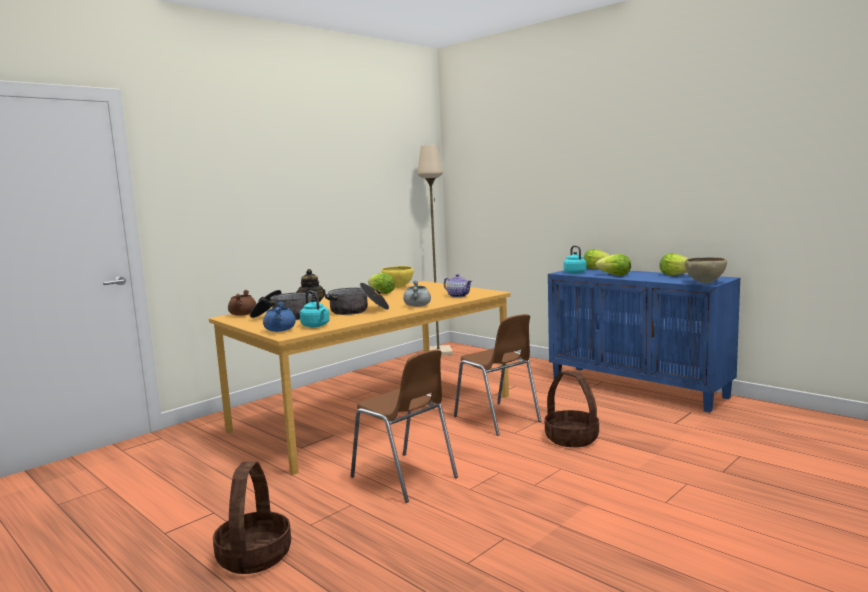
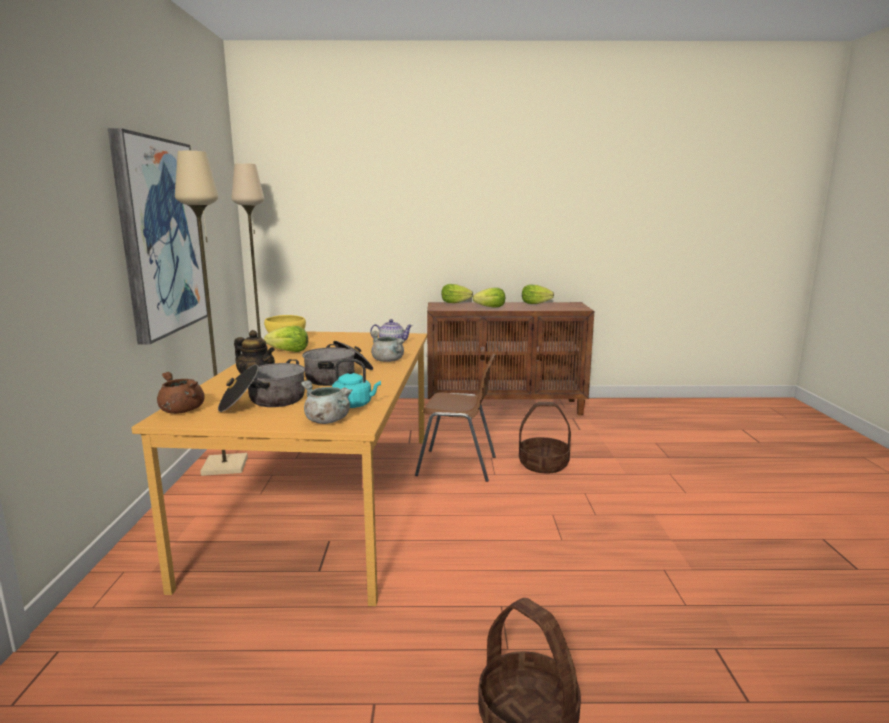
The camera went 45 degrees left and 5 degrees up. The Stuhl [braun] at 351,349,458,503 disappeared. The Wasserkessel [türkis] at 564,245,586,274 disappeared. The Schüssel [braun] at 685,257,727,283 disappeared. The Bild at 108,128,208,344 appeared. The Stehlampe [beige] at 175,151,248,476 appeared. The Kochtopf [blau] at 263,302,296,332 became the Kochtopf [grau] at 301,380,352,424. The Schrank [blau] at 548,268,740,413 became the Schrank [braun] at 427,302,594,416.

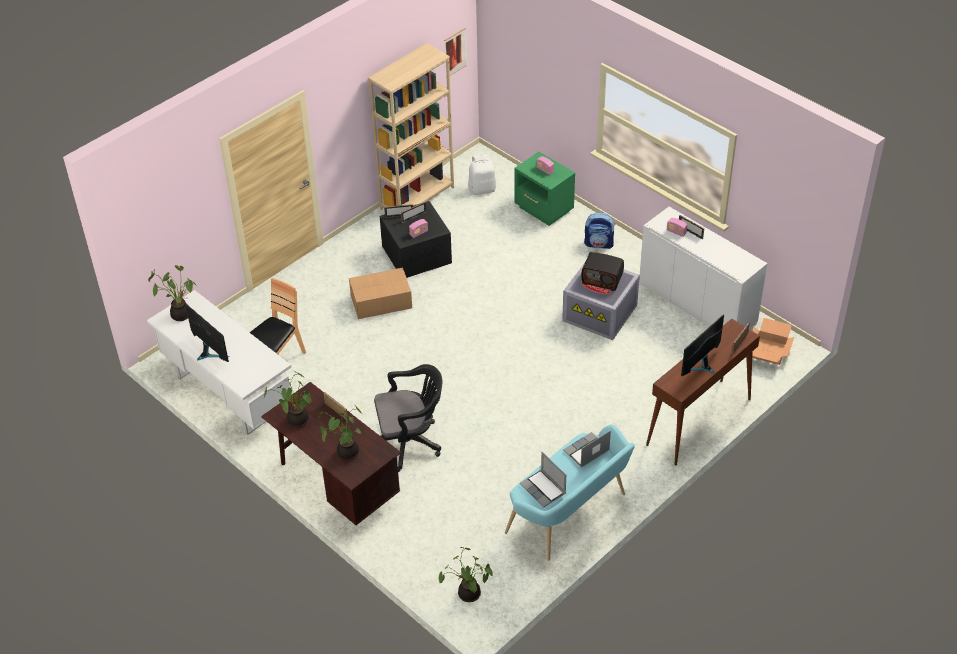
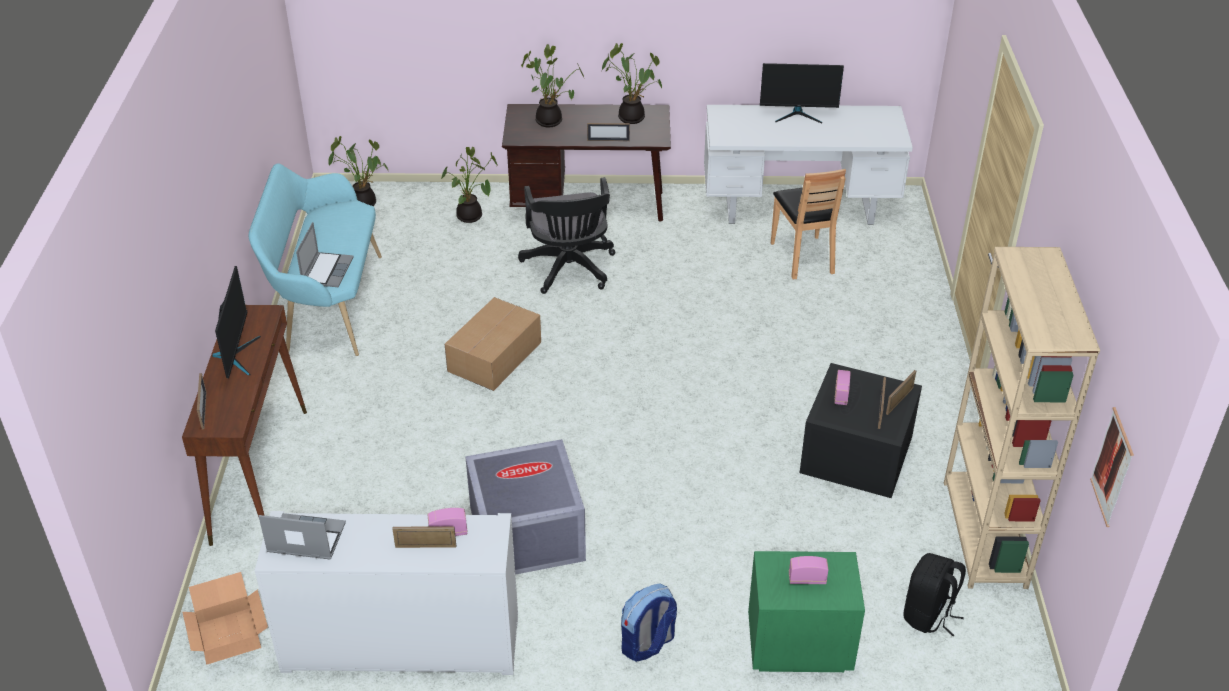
The camera went 135 degrees right and 5 degrees down. The Radio at 581,252,624,291 disappeared. The Topfpflanze moved from 148,265,197,321 to 441,147,498,223. The Karton moved from 349,268,412,319 to 445,297,541,391. The Laptop moved from 520,452,566,508 to 258,513,346,560. The Rucksack [weiß] at 468,154,496,195 became the Rucksack [schwarz] at 903,553,966,636. The Bürostuhl [schwarz] at 374,364,442,472 turned 45 degrees counterclockwise.

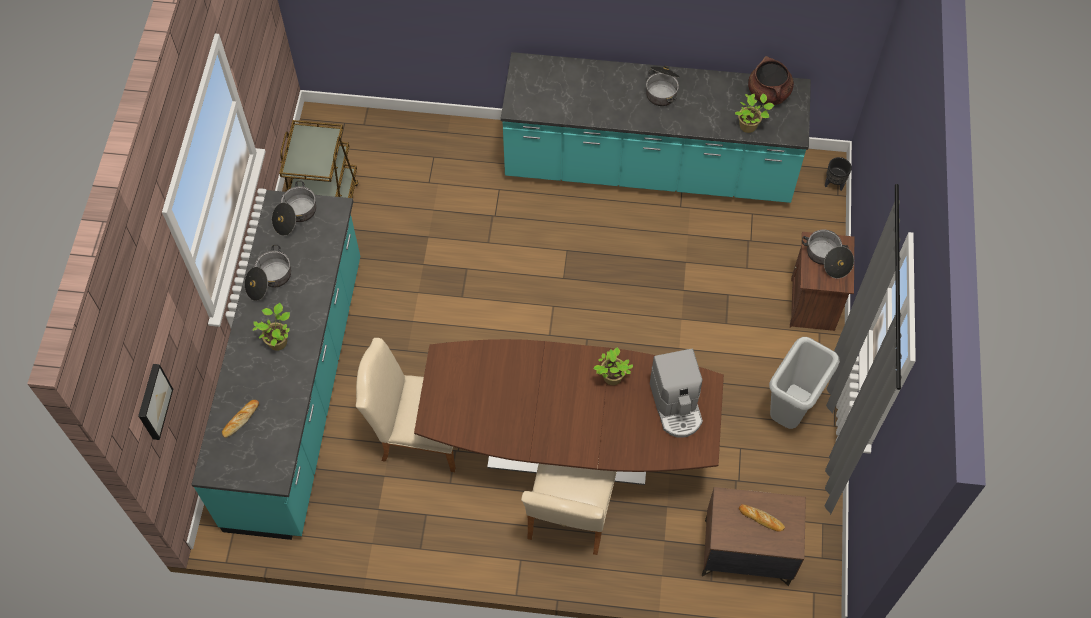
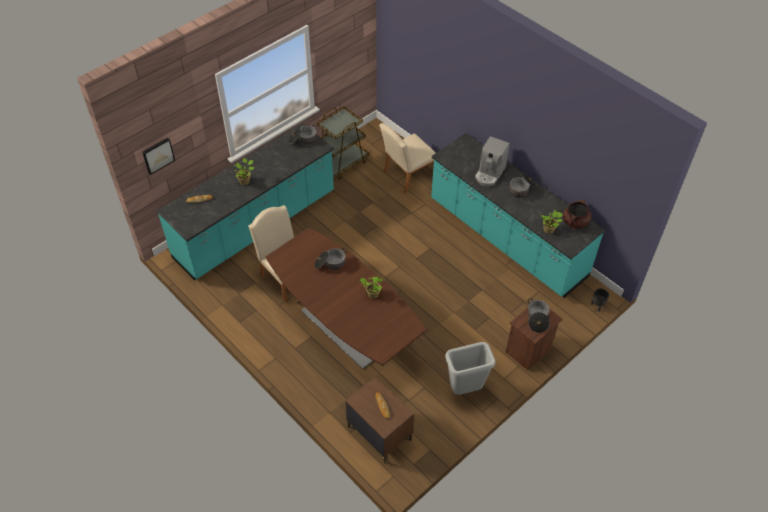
The camera went 40 degrees right and 10 degrees down. The Kochtopf moved from 244,245,291,301 to 315,247,347,270. The Stuhl [beige] moved from 521,459,617,555 to 379,123,436,193. The Kaffeemaschine moved from 650,348,703,438 to 475,136,510,186.

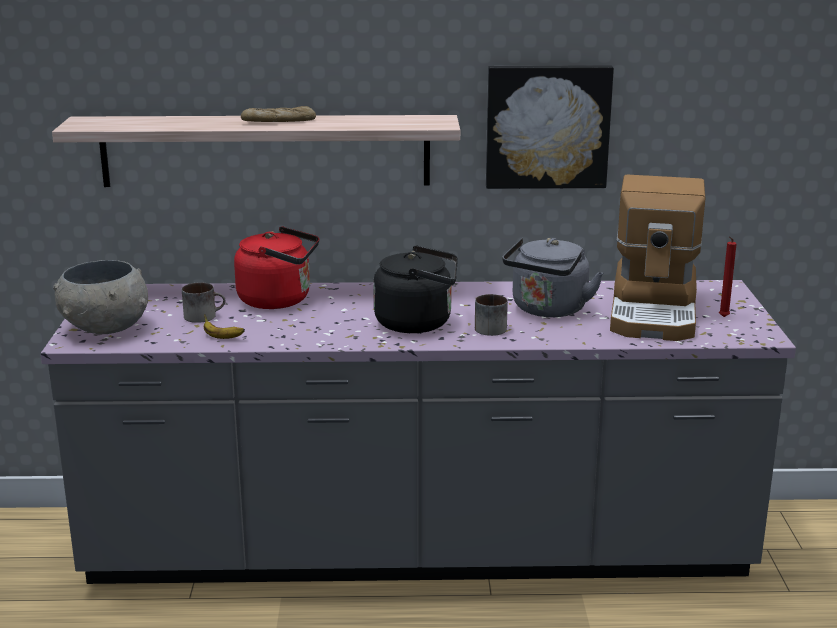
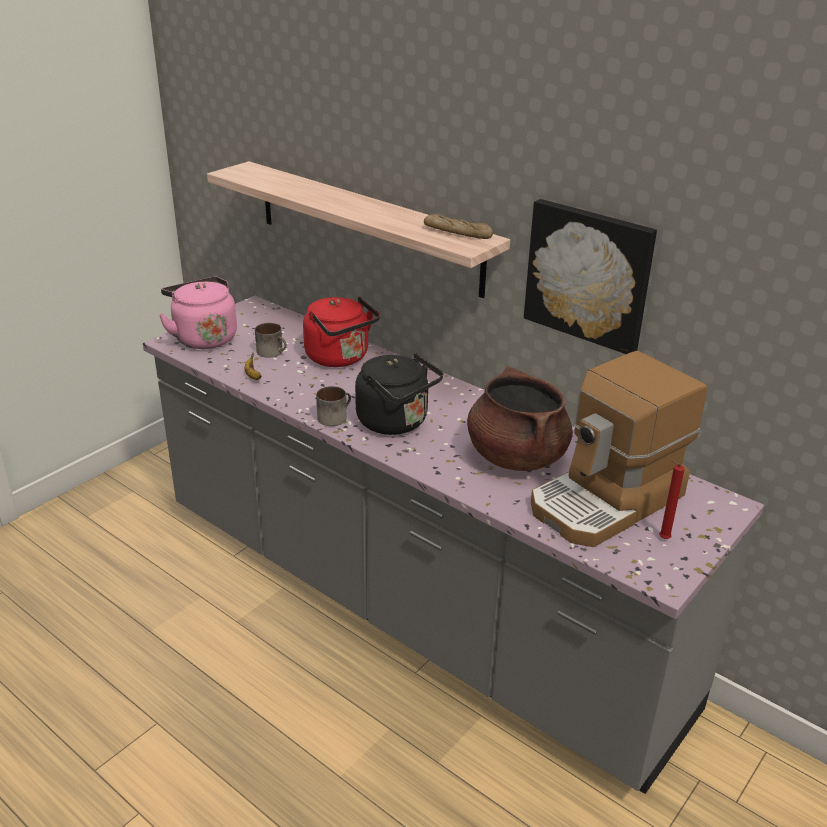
The camera went 40 degrees right and 10 degrees up. The Brot moved from 241,106,316,122 to 424,214,493,239. The Henkelbecher moved from 475,294,508,336 to 316,386,351,426. The Schüssel [grau] at 53,260,148,334 was replaced by the Wasserkessel [rosa] at 158,277,237,349. The Wasserkessel [grau] at 502,238,603,317 was replaced by the Kochtopf [braun] at 467,366,573,471.

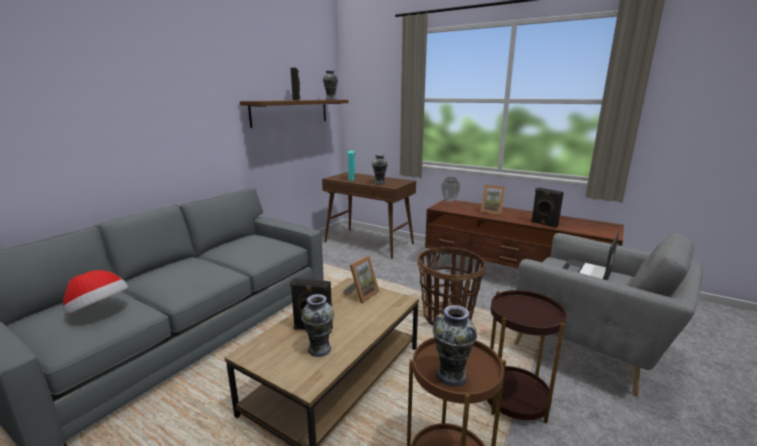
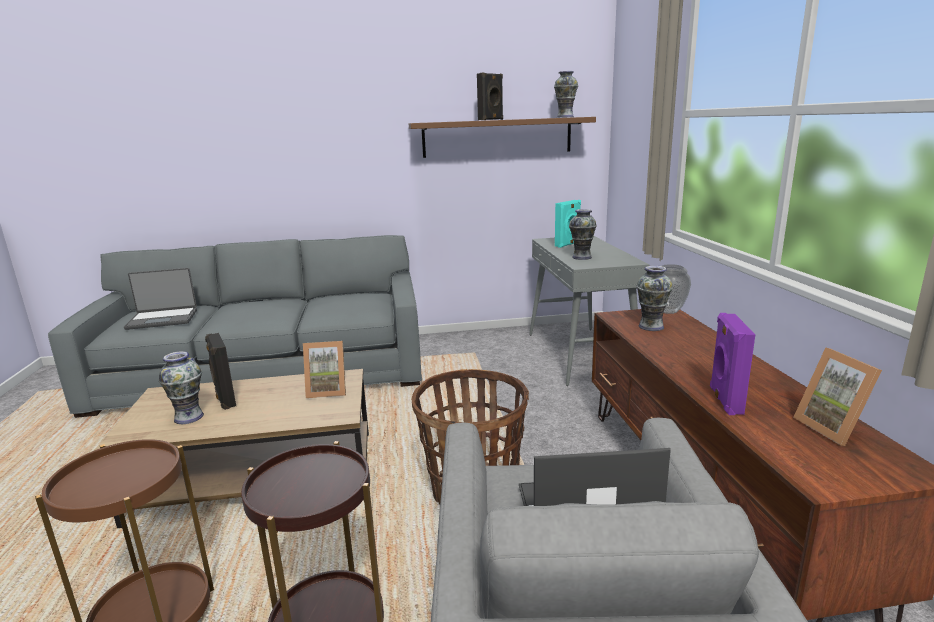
The camera went 50 degrees right and 0 degrees up. The Vase moved from 433,305,477,387 to 637,265,673,331. The Bilderrahmen moved from 481,185,505,215 to 793,347,882,446. The Hut at 63,270,129,315 was replaced by the Laptop at 124,268,197,330. The Konsolentisch [braun] at 322,172,416,259 became the Konsolentisch [grau] at 529,236,649,386. The Lautsprecher [schwarz] at 531,188,564,228 became the Lautsprecher [lila] at 710,313,755,415.

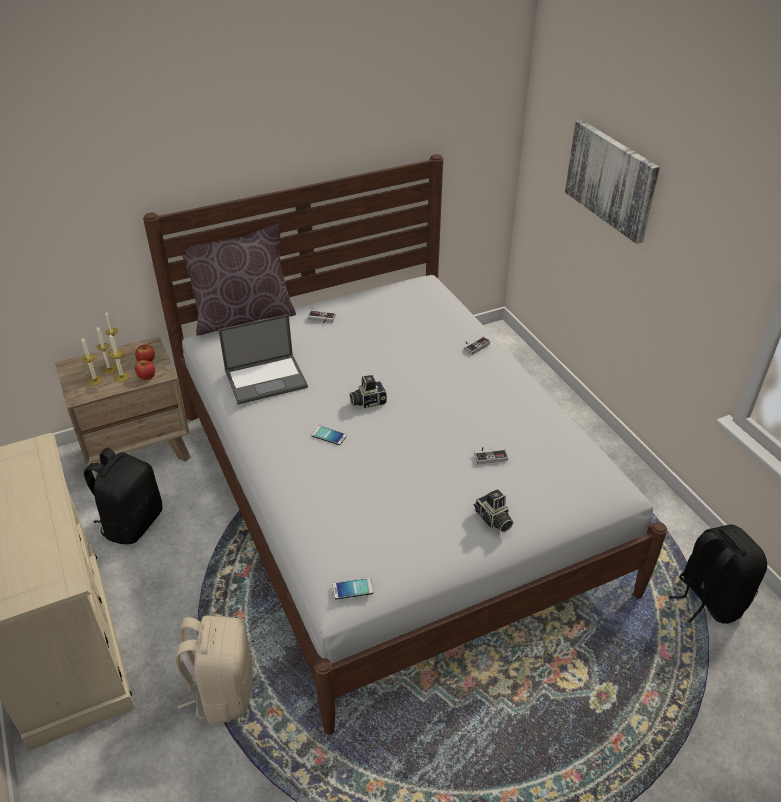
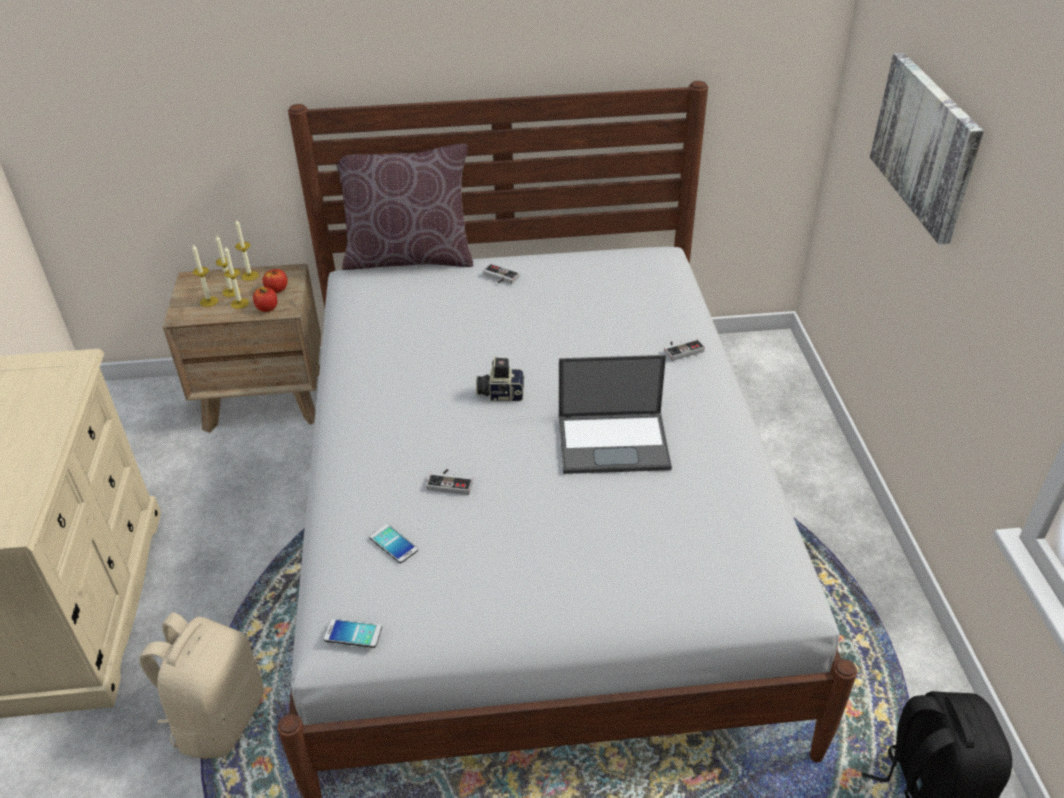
The camera went 20 degrees right and 0 degrees up. The Rucksack [schwarz] at 84,448,162,544 disappeared. The Kamera at 474,489,513,532 disappeared. The Laptop moved from 218,314,308,405 to 559,355,672,474. The Handy moved from 312,426,347,445 to 369,524,418,563. The Gamepad moved from 474,447,508,464 to 426,469,473,495.

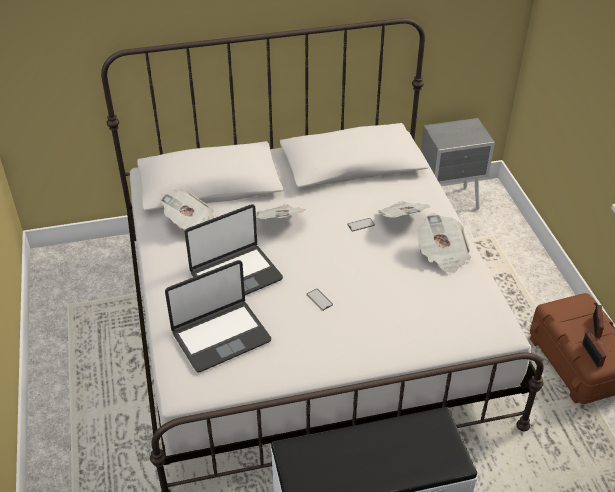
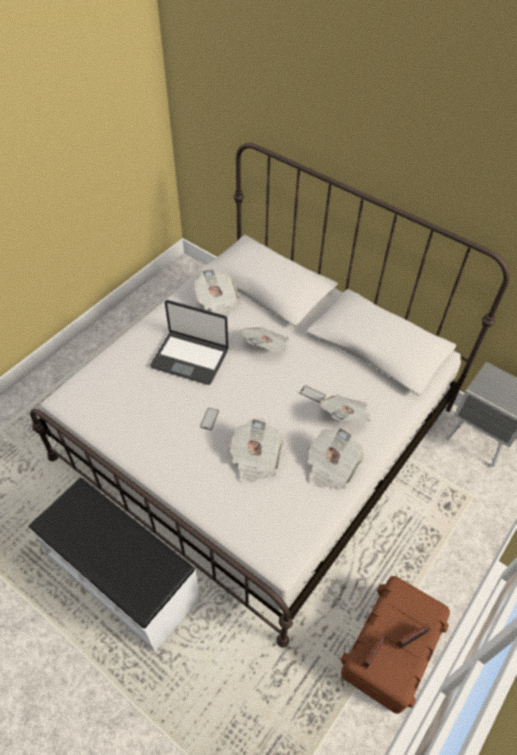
The camera went 50 degrees right and 10 degrees up. The Laptop at 165,260,271,372 disappeared. The Zeitung at 229,418,284,483 appeared.

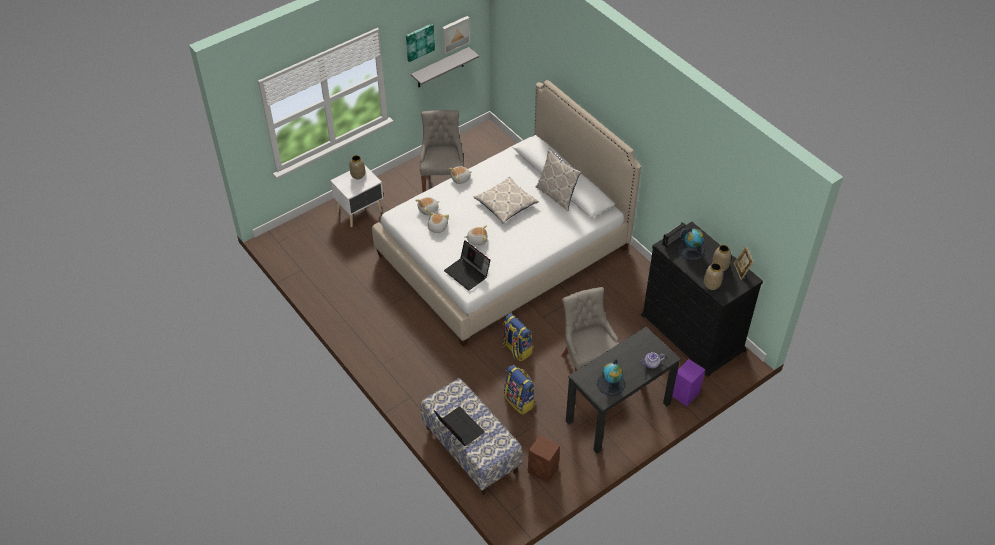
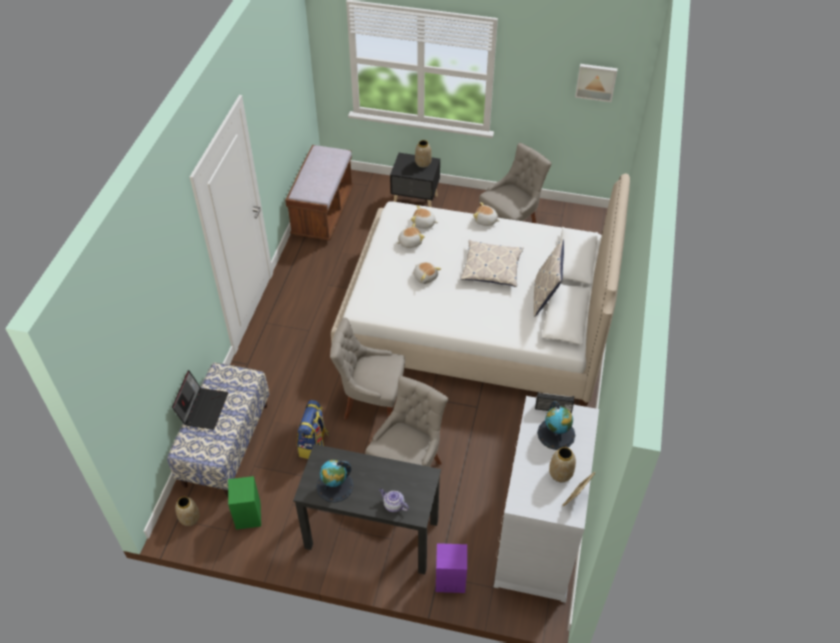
The camera went 50 degrees right and 0 degrees up. The Bild at 406,24,435,62 disappeared. The Wandregal [grau] at 411,47,479,87 disappeared. The Laptop at 444,240,490,291 disappeared. The Bank [braun] at 285,145,354,241 appeared. The Vase moved from 704,263,723,290 to 175,497,200,526. The Rucksack at 502,313,533,361 was replaced by the Stuhl [grau] at 330,318,405,420. The Nachttisch [weiß] at 330,164,383,227 became the Nachttisch [schwarz] at 390,153,440,207. The Lautsprecher [braun] at 528,435,560,483 became the Lautsprecher [grün] at 228,476,261,530. The Kommode [schwarz] at 641,222,763,377 became the Kommode [weiß] at 494,396,599,603.

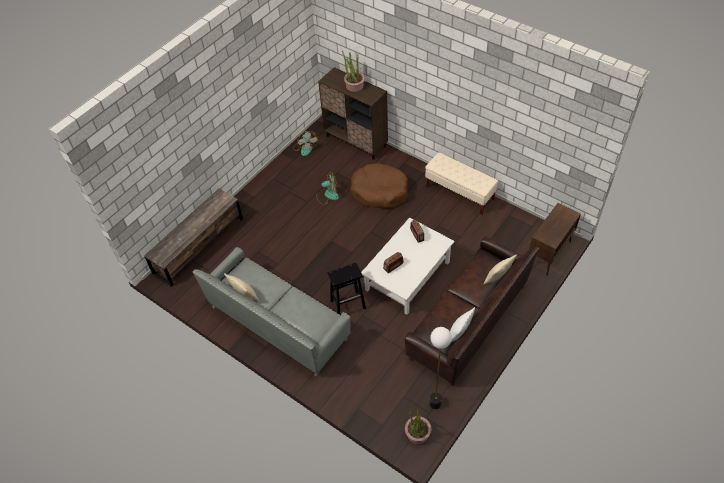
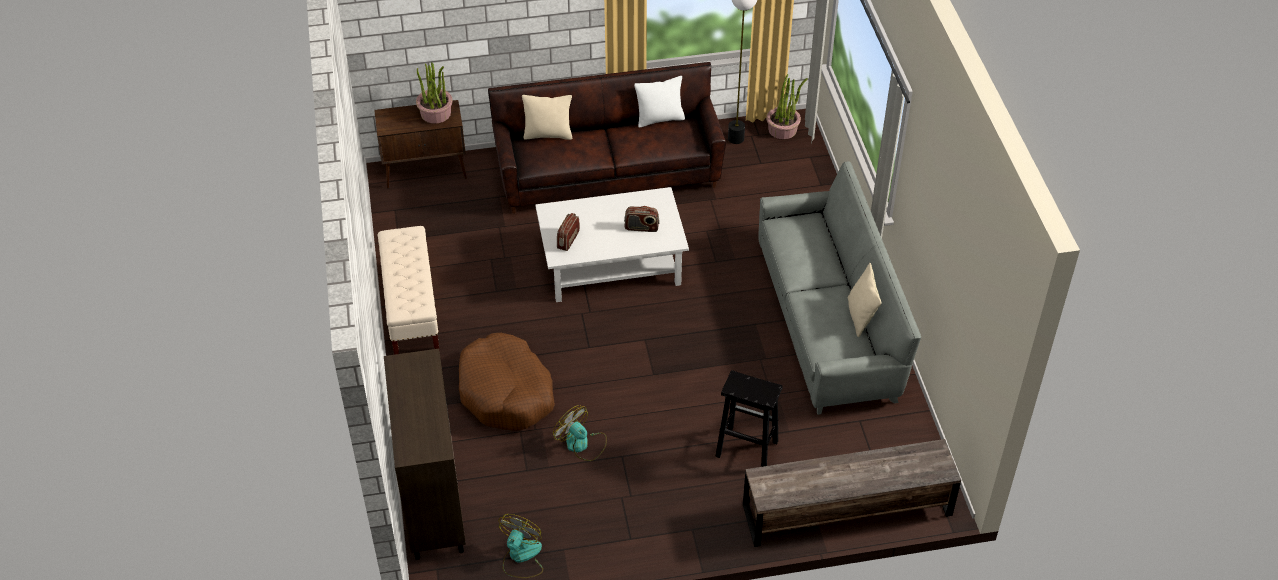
The camera went 140 degrees left and 5 degrees down. The Hocker [schwarz] moved from 327,263,366,315 to 715,370,783,467. The Topfpflanze moved from 342,51,365,92 to 416,62,453,123.

